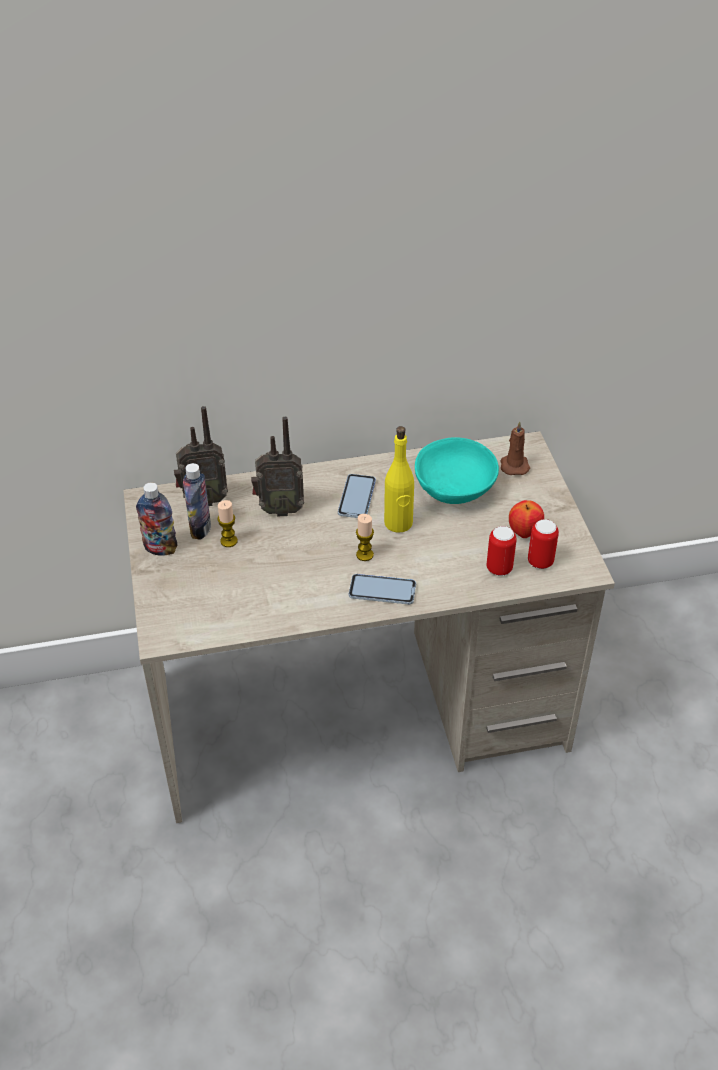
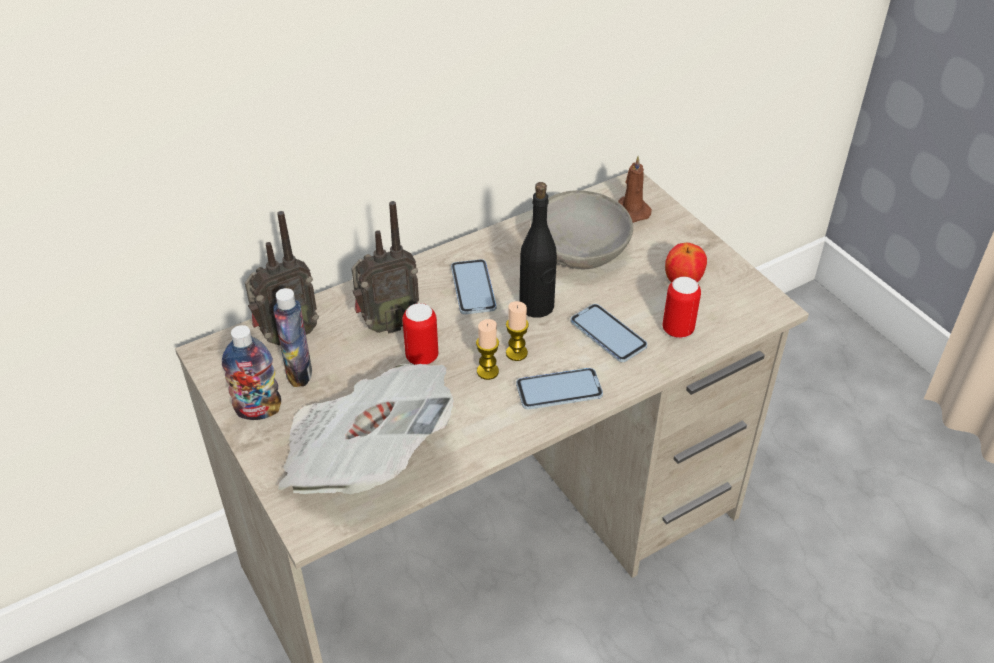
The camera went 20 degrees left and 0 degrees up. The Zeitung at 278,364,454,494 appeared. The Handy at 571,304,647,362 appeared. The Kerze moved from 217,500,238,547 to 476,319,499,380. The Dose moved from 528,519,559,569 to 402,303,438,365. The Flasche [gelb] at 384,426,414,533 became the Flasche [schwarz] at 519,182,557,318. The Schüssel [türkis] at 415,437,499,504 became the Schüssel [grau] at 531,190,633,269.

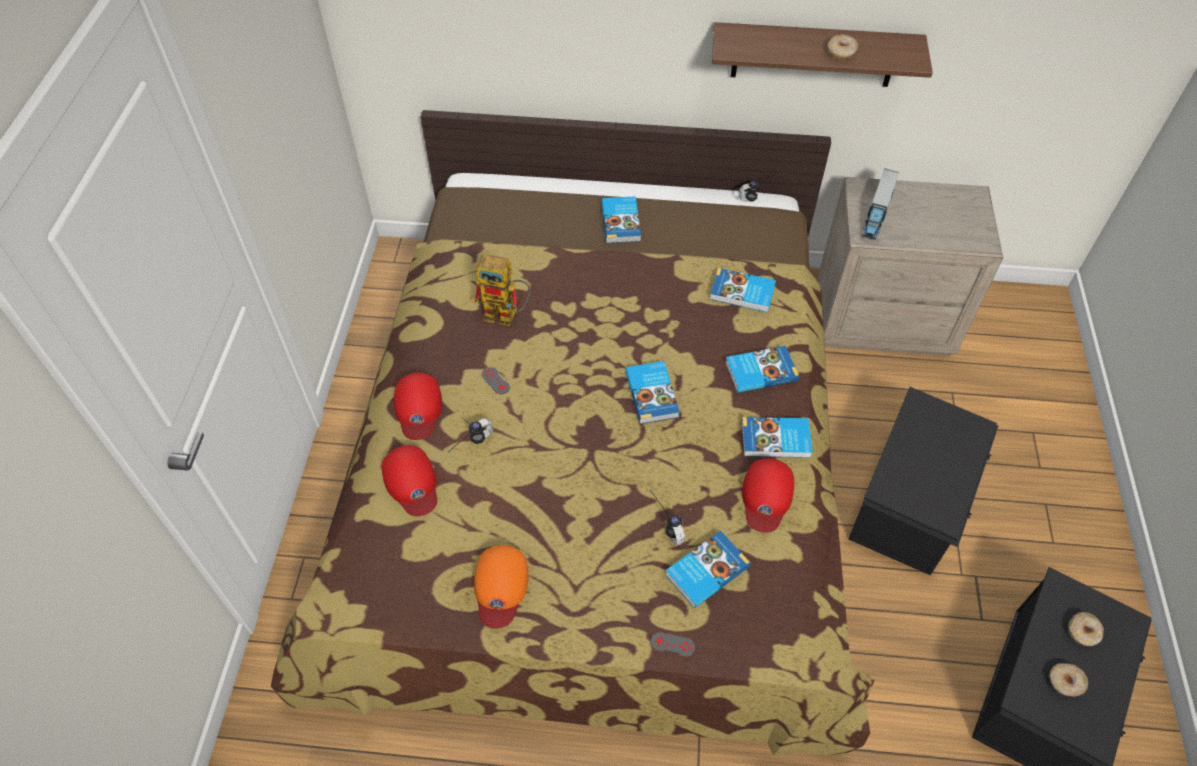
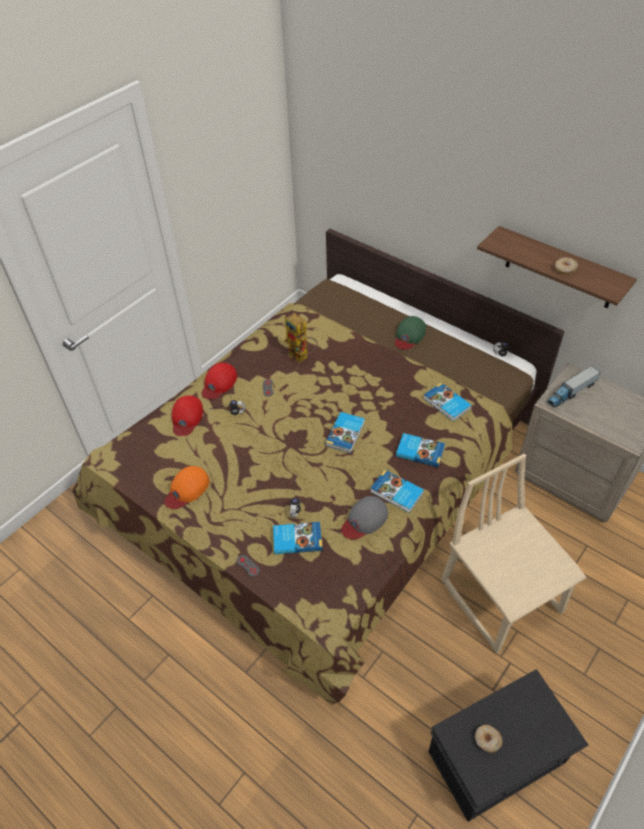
The camera went 35 degrees right and 5 degrees down. The Donut at 1068,612,1104,646 disappeared. The Buch at 601,196,641,243 was replaced by the Kappe [grün] at 395,316,426,349. The Aufbewahrungsbox [schwarz] at 848,387,998,575 was replaced by the Stuhl [beige] at 441,454,586,654. The Kappe [rot] at 742,458,794,533 became the Kappe [grau] at 341,496,388,540.

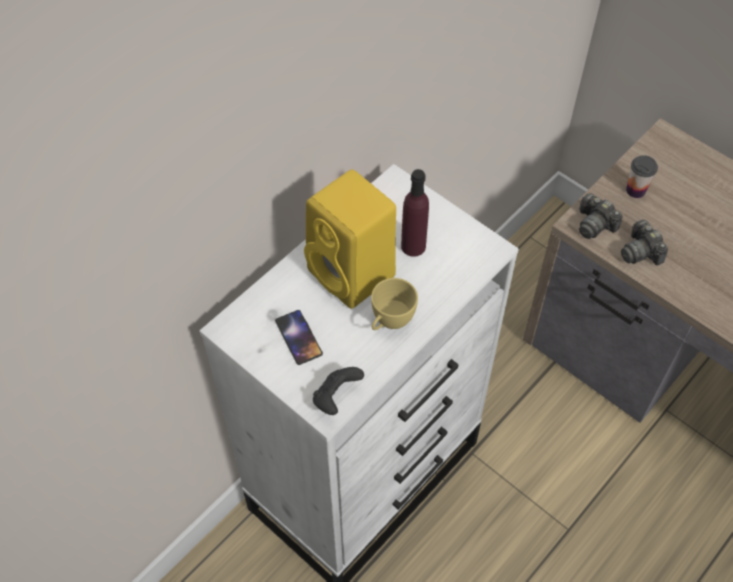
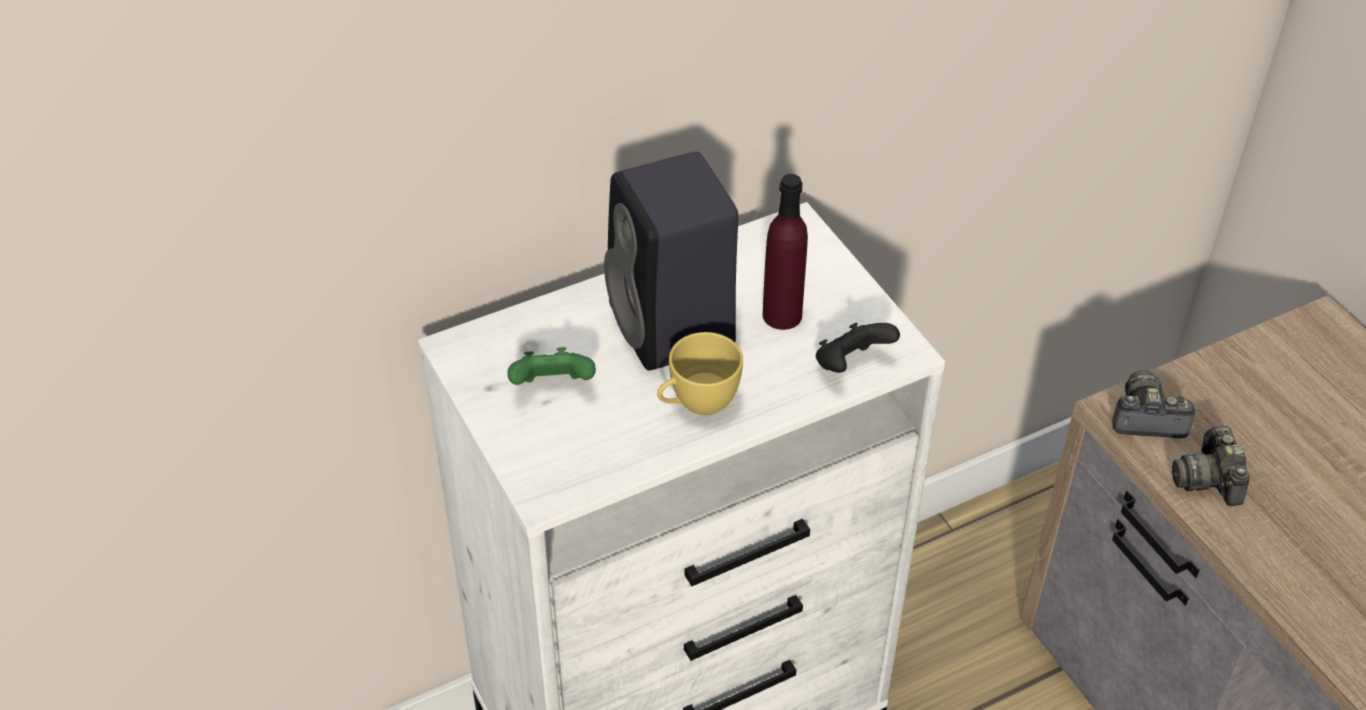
The camera went 20 degrees right and 10 degrees down. The Tasse at 626,155,658,198 disappeared. The Gamepad [schwarz] moved from 313,367,364,415 to 816,323,900,373. The Handy at 275,310,323,365 was replaced by the Gamepad [grün] at 507,347,596,385. The Lautsprecher [gelb] at 304,169,396,309 became the Lautsprecher [schwarz] at 604,152,738,371. The Kamera at 579,193,622,239 turned 120 degrees clockwise.

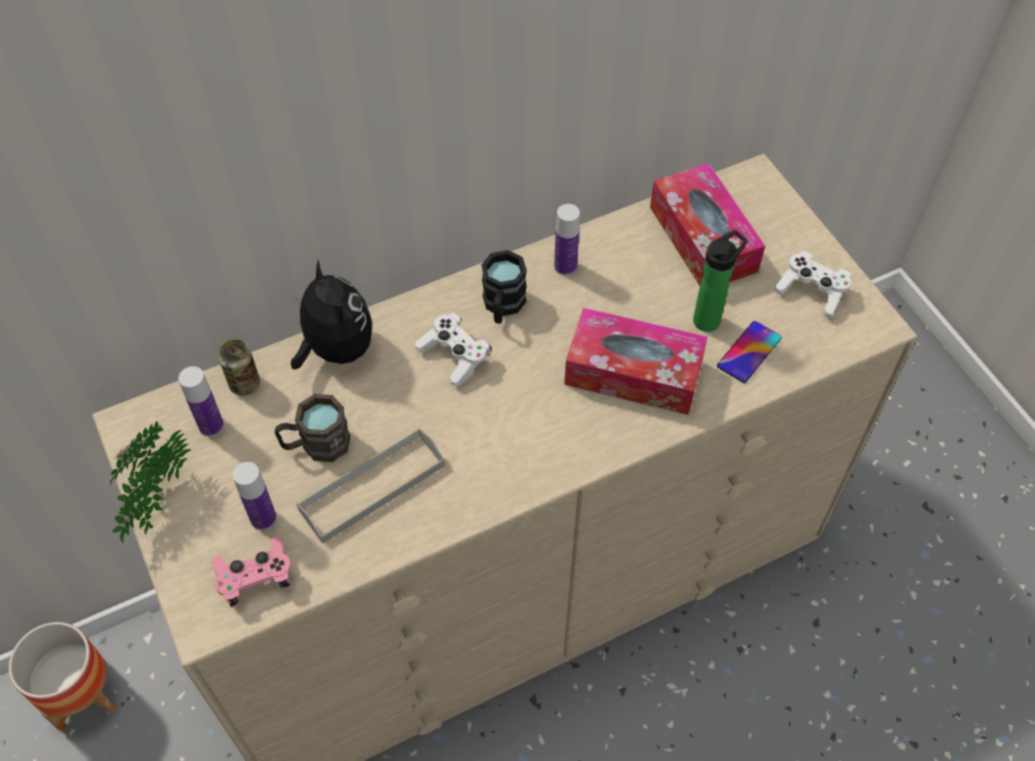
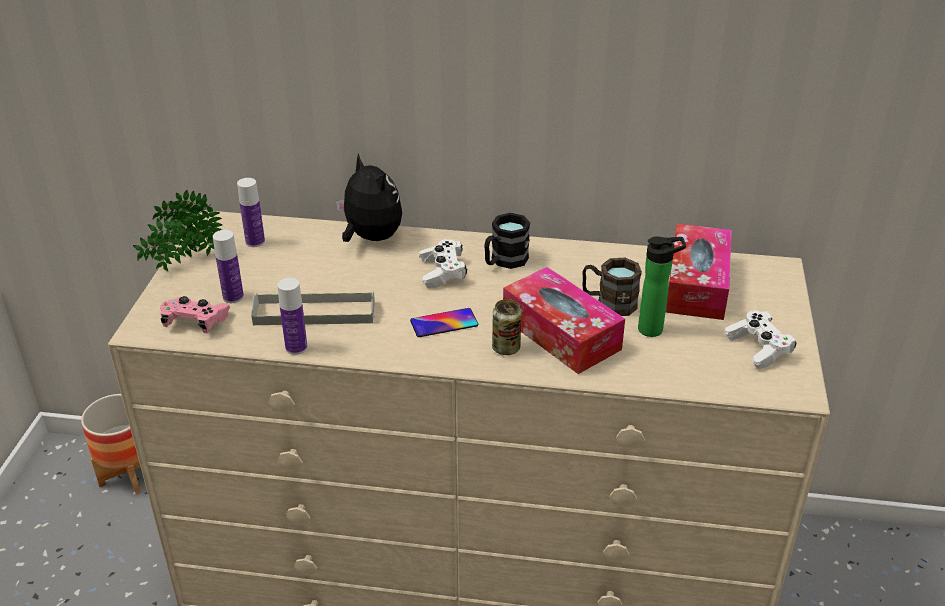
The camera went 35 degrees right and 20 degrees down. The Dose moved from 218,340,260,395 to 492,299,522,355. The Henkelbecher [braun] moved from 275,394,350,462 to 582,258,642,316. The Flasche moved from 554,204,580,276 to 277,278,307,355. The Handy moved from 717,321,782,383 to 410,308,478,337. The Plüschtier at 291,259,373,370 turned 45 degrees counterclockwise.

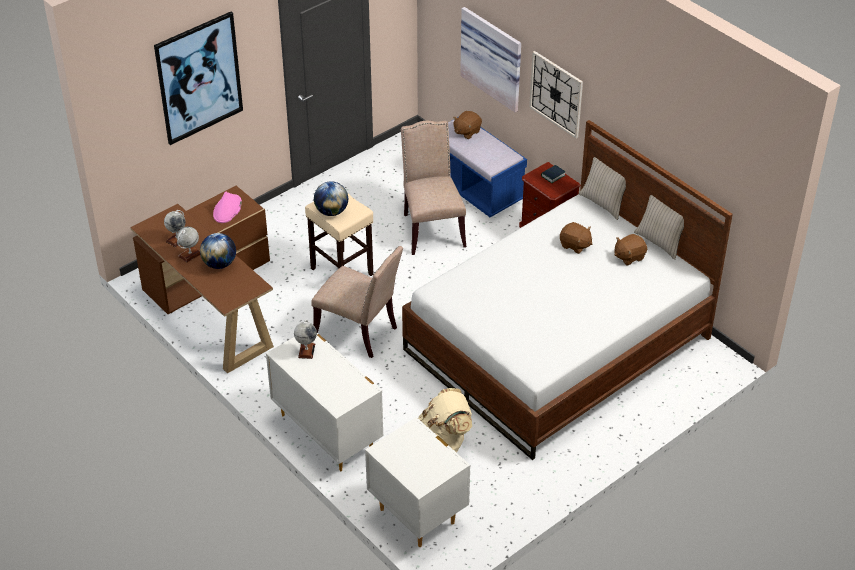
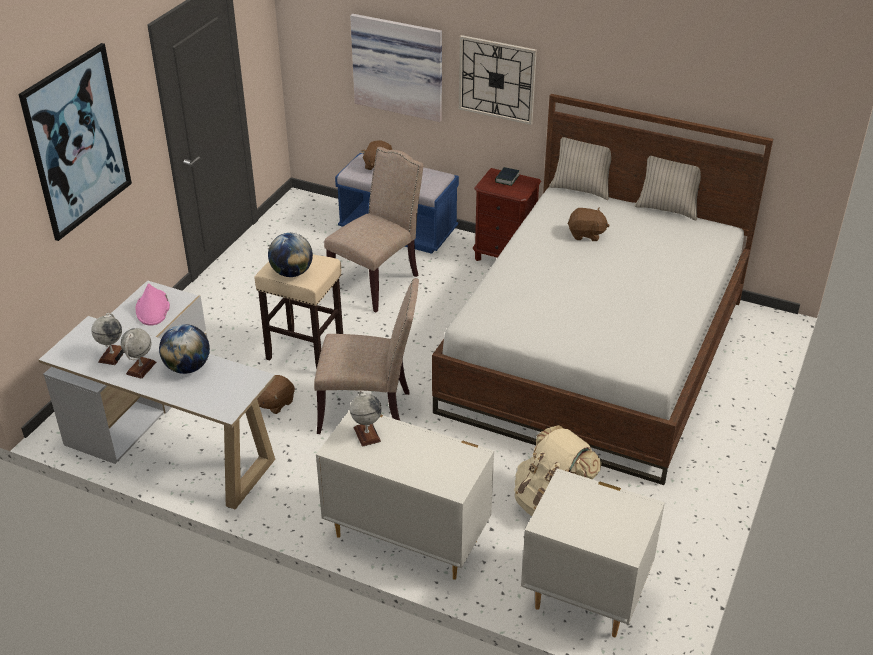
The camera went 25 degrees left and 5 degrees down. The Plüschtier [braun] moved from 614,234,647,266 to 257,375,295,414. The Schreibtisch [braun] at 130,186,274,373 became the Schreibtisch [weiß] at 38,280,276,509. The Stuhl [beige] at 401,121,466,255 turned 75 degrees clockwise.

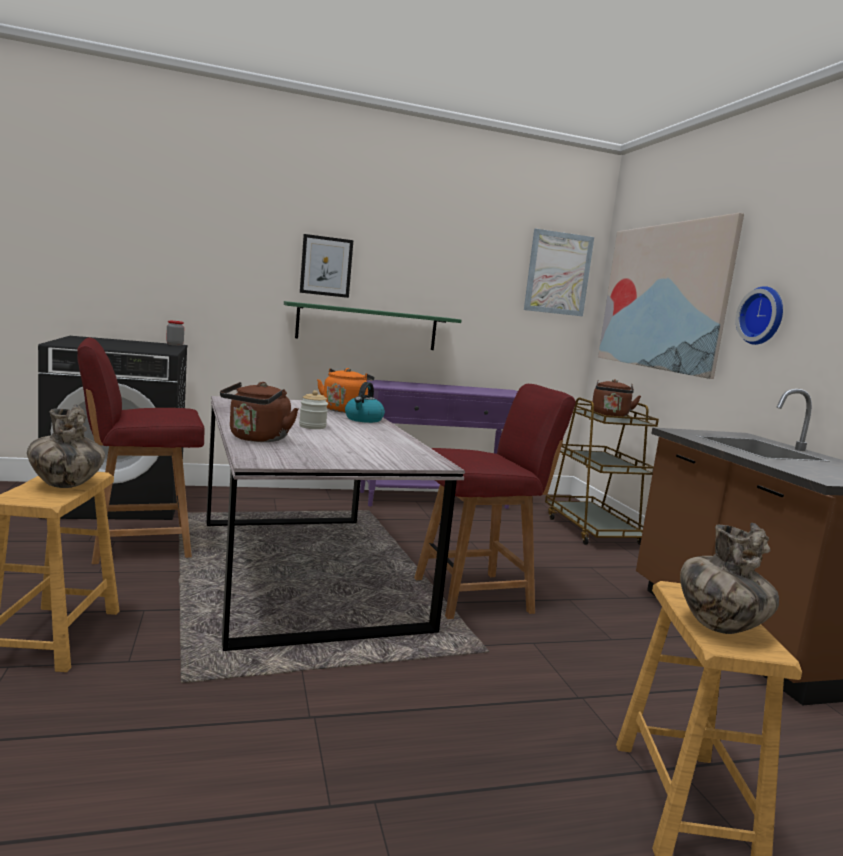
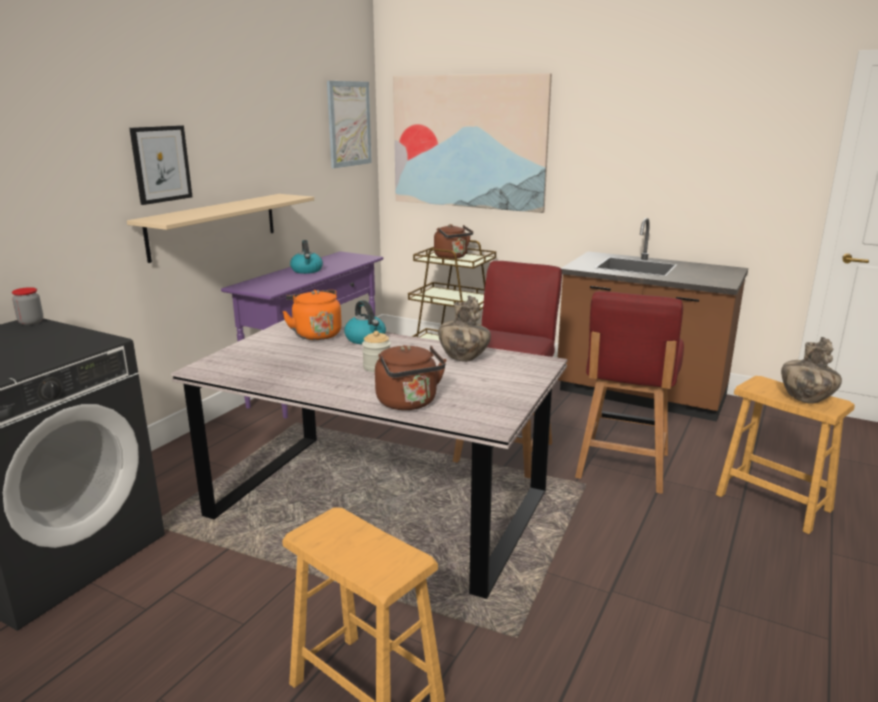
The camera went 45 degrees left and 10 degrees up. The Wanduhr at 736,286,783,345 disappeared. The Wasserkessel at 290,240,323,274 appeared. The Vase moved from 27,404,105,488 to 438,296,491,362. The Stuhl [rot] moved from 77,337,205,564 to 575,291,684,494. The Wandregal [grün] at 284,301,462,350 became the Wandregal [beige] at 127,194,314,263.

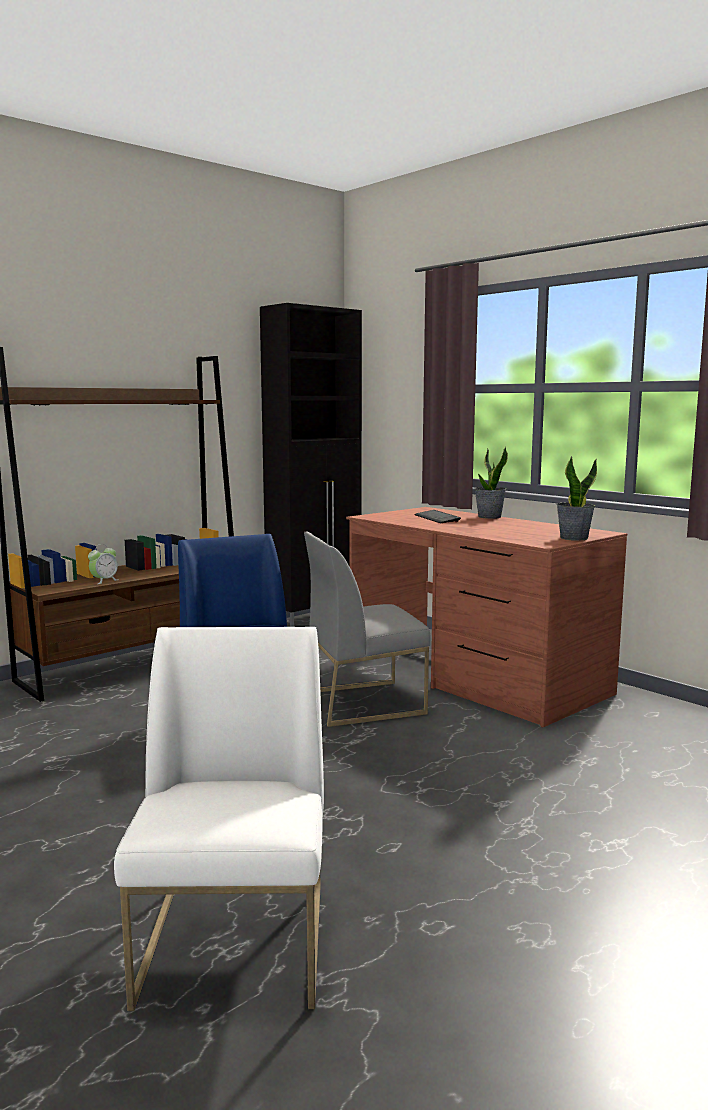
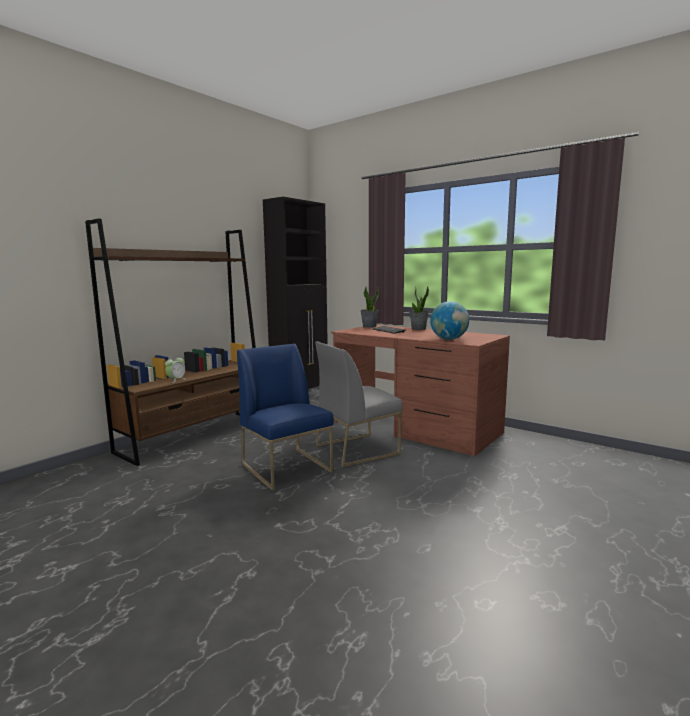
The camera went 10 degrees left and 0 degrees up. The Stuhl [weiß] at 114,627,324,1011 disappeared. The Globus at 430,301,469,340 appeared. The Topfpflanze moved from 556,456,597,541 to 360,287,379,328.

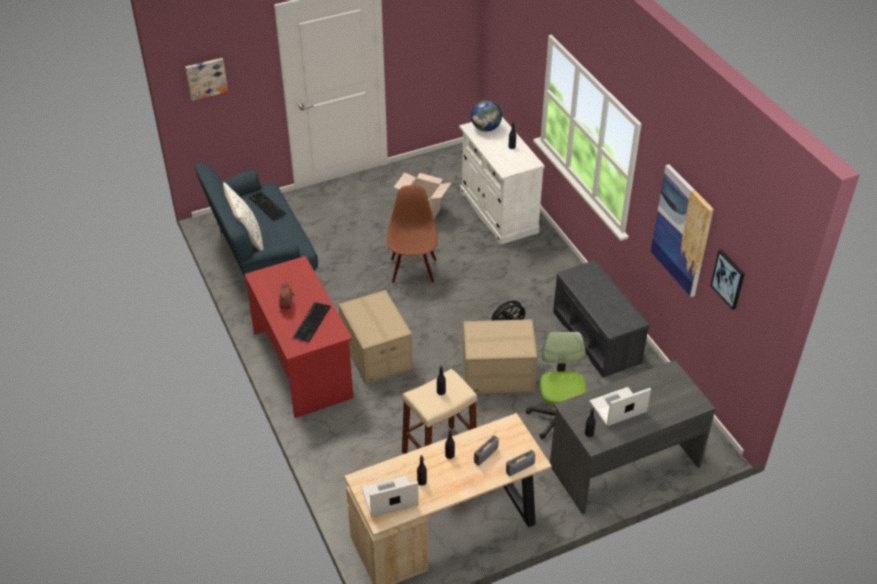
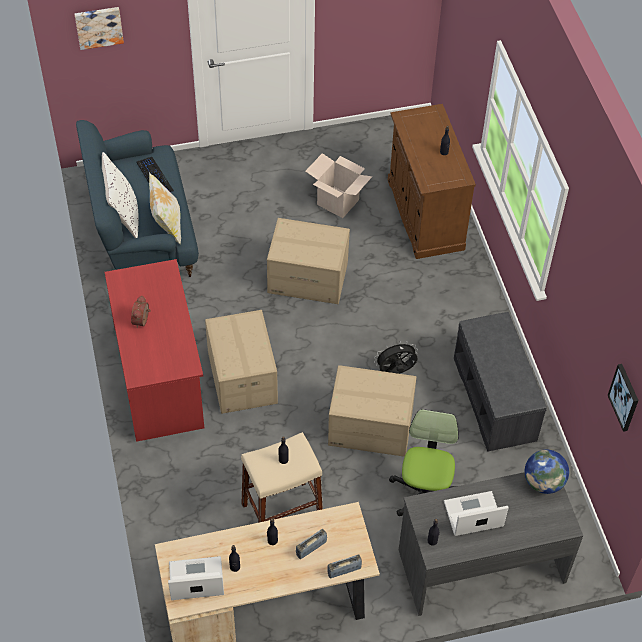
The camera went 10 degrees right and 10 degrees up. The Tastatur at 293,302,331,342 disappeared. The Bild at 651,164,714,297 disappeared. The Kissen at 149,172,181,245 appeared. The Globus moved from 471,100,502,132 to 525,450,569,494. The Stuhl [braun] at 387,185,438,284 was replaced by the Karton at 267,218,350,304. The Schrank [weiß] at 459,117,545,245 became the Schrank [braun] at 388,104,476,259.

